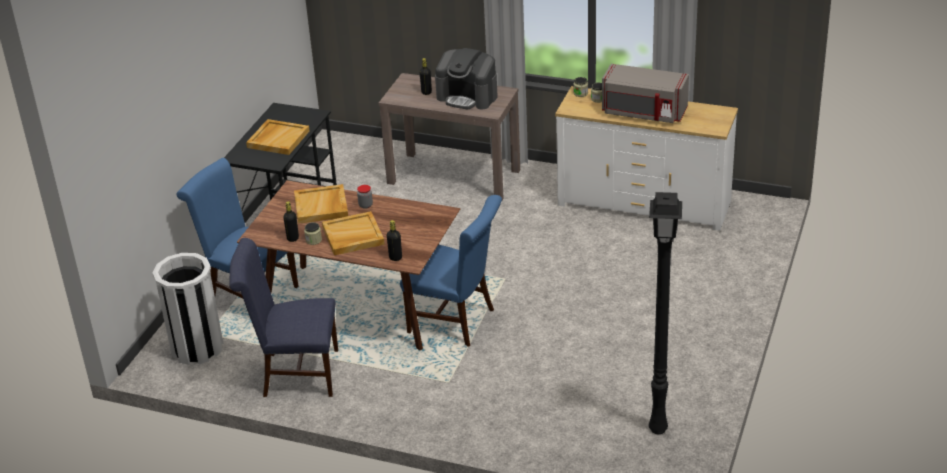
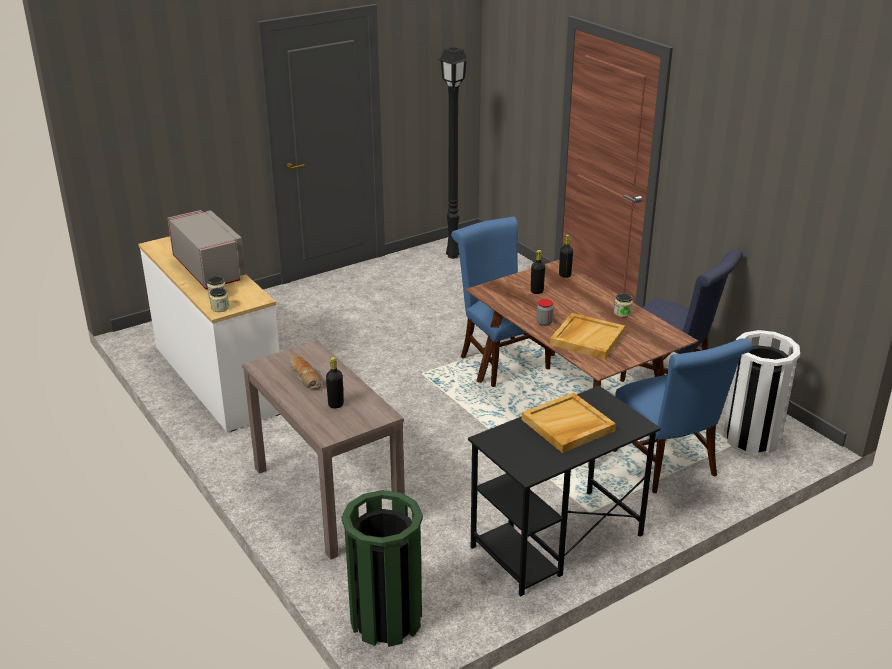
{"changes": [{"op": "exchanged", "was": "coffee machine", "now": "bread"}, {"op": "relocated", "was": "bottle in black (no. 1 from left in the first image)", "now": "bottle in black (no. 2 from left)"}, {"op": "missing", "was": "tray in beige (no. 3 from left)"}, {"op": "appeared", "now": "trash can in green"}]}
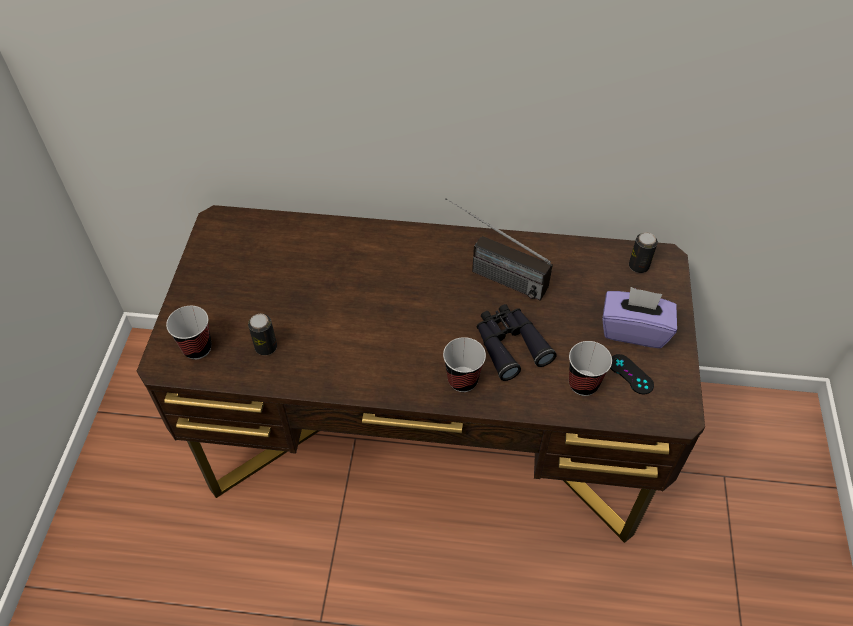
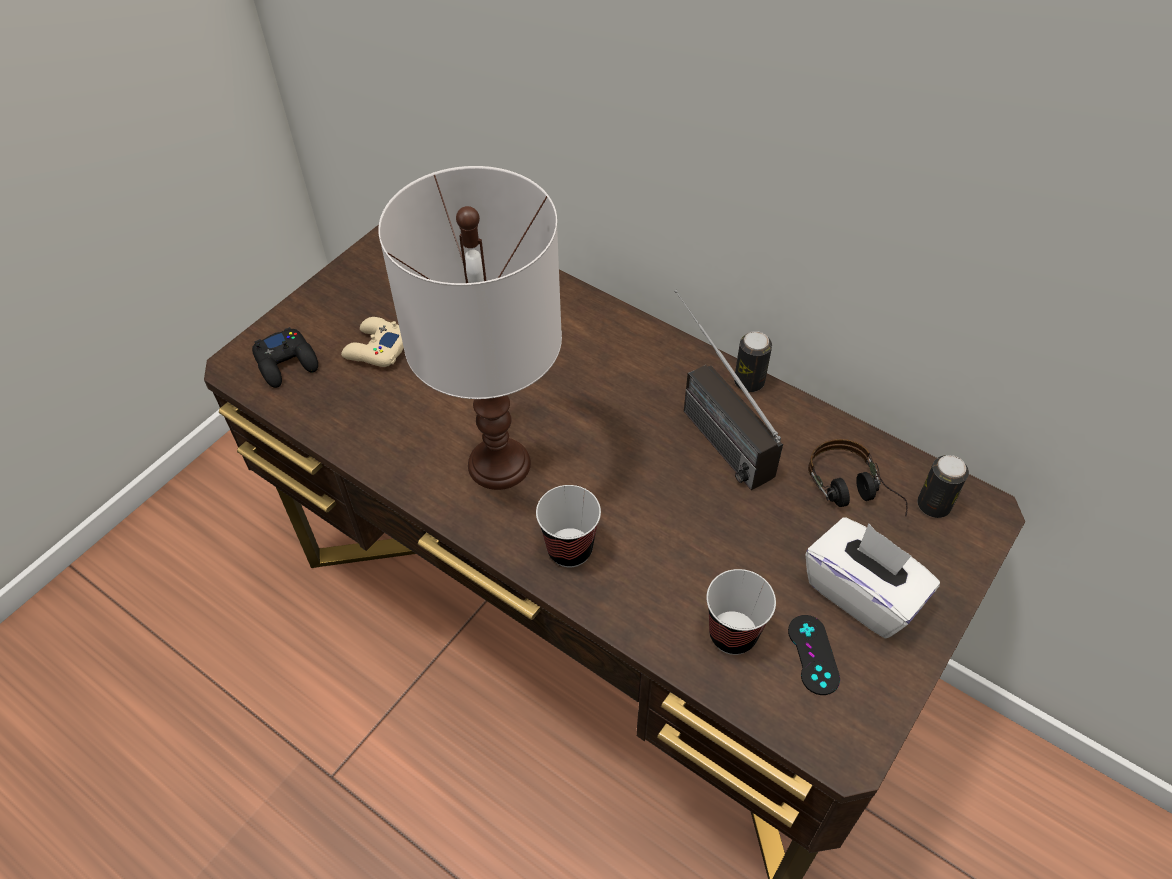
{"changes": [{"op": "colour", "was": "tissue box in purple", "now": "tissue box in white"}, {"op": "missing", "was": "binoculars in black"}, {"op": "exchanged", "was": "cup (no. 1 from left)", "now": "game controller in black (no. 1 from left)"}, {"op": "relocated", "was": "can (no. 1 from left)"}, {"op": "appeared", "now": "table lamp in white"}, {"op": "appeared", "now": "game controller in beige"}, {"op": "appeared", "now": "headphones"}]}
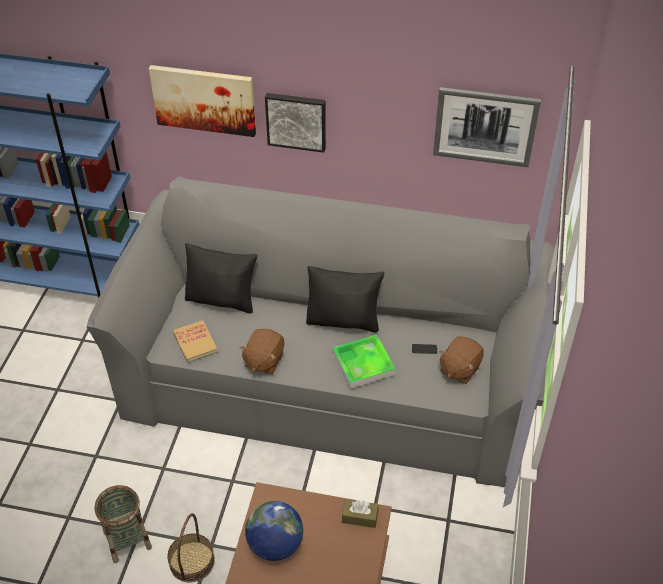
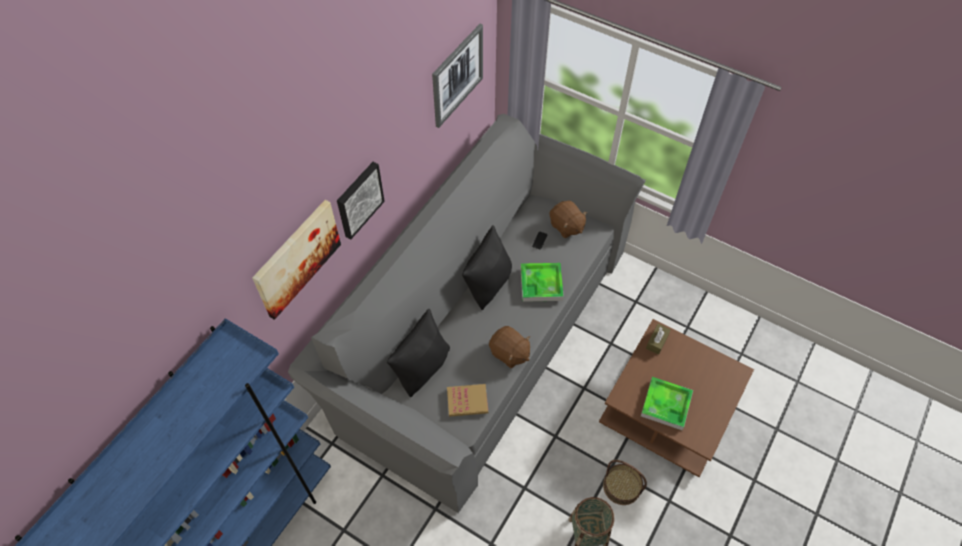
{"changes": [{"op": "exchanged", "was": "globe", "now": "tray (no. 2 from left)"}]}
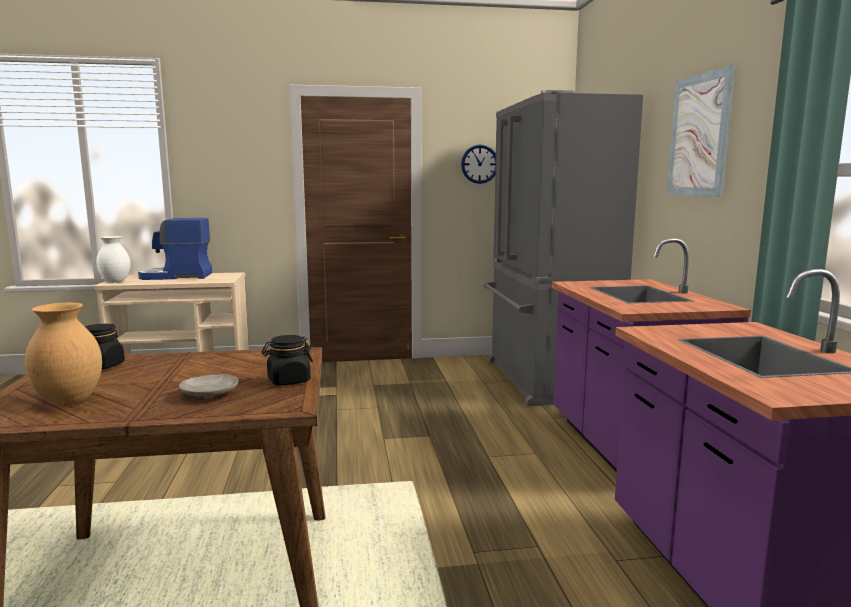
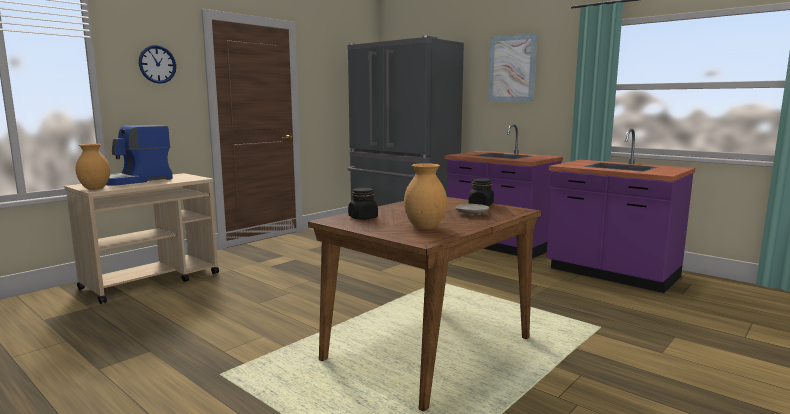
{"changes": [{"op": "relocated", "was": "wall clock"}, {"op": "colour", "was": "vase in white", "now": "vase in brown (no. 1 from left)"}]}
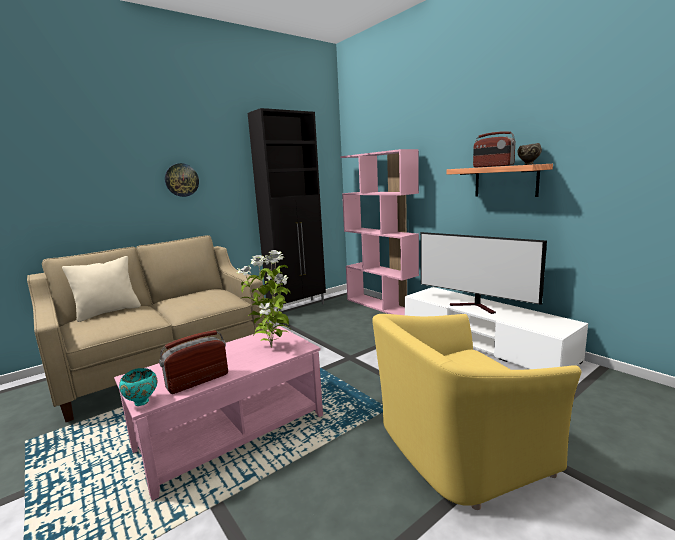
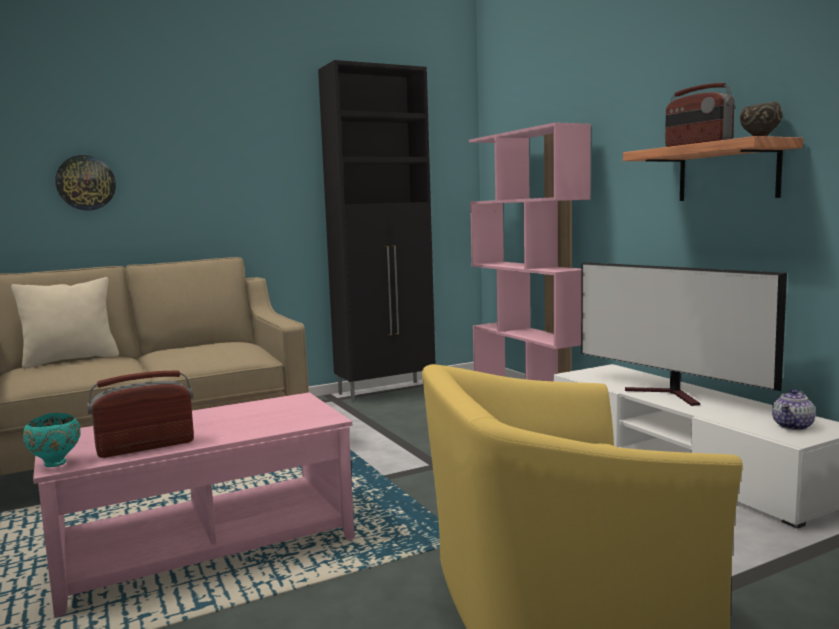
{"changes": [{"op": "relocated", "was": "wall clock"}, {"op": "missing", "was": "potted plant"}, {"op": "appeared", "now": "teapot"}]}
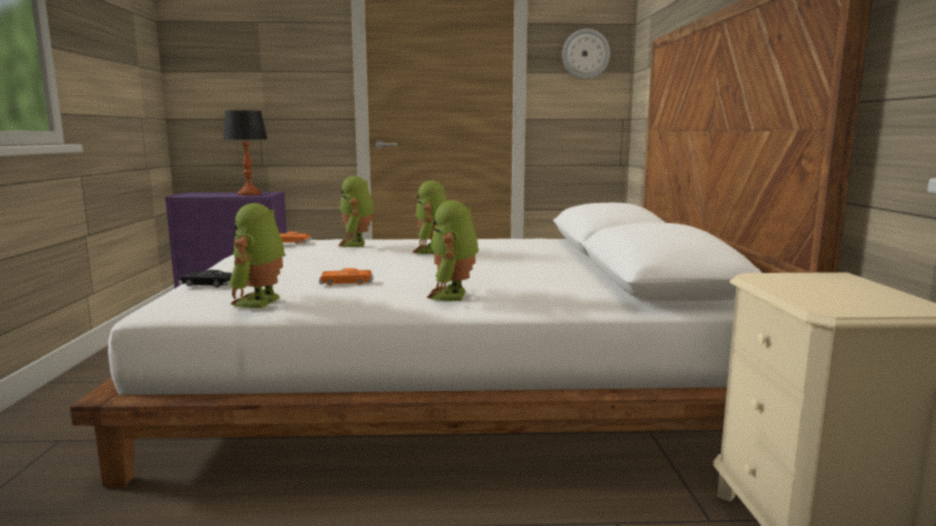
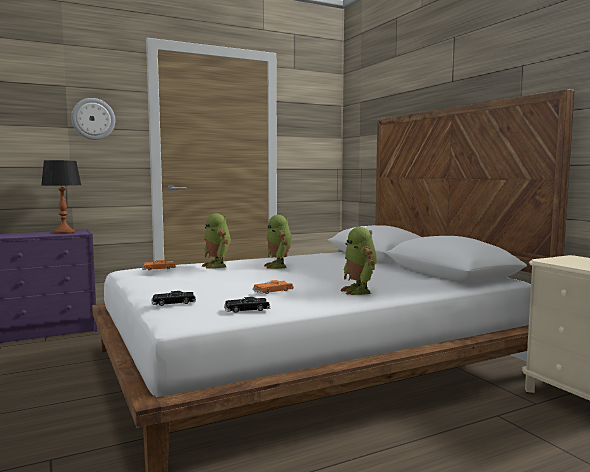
{"changes": [{"op": "relocated", "was": "wall clock"}, {"op": "exchanged", "was": "toy robot (no. 1 from left)", "now": "toy car in black (no. 2 from left)"}]}
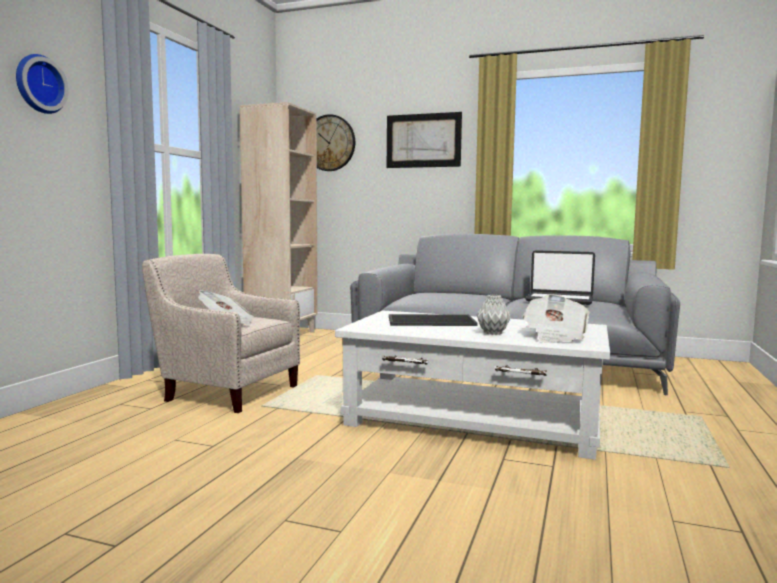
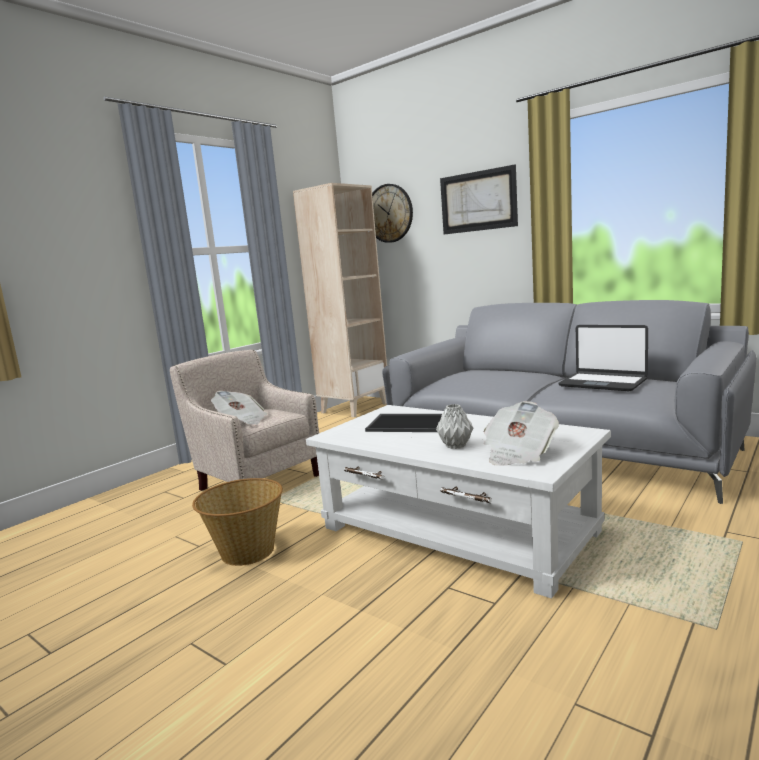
{"changes": [{"op": "missing", "was": "wall clock (no. 1 from left)"}, {"op": "appeared", "now": "basket"}]}
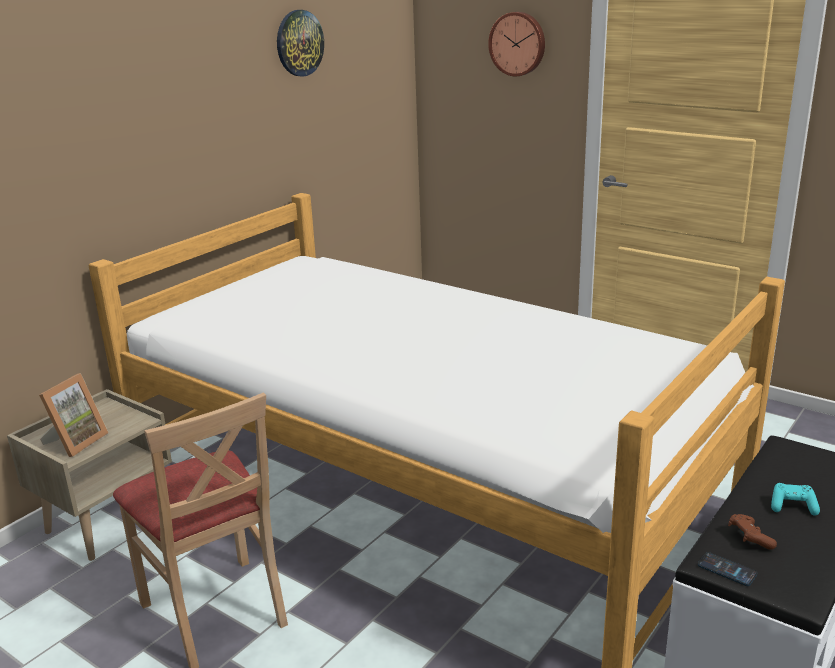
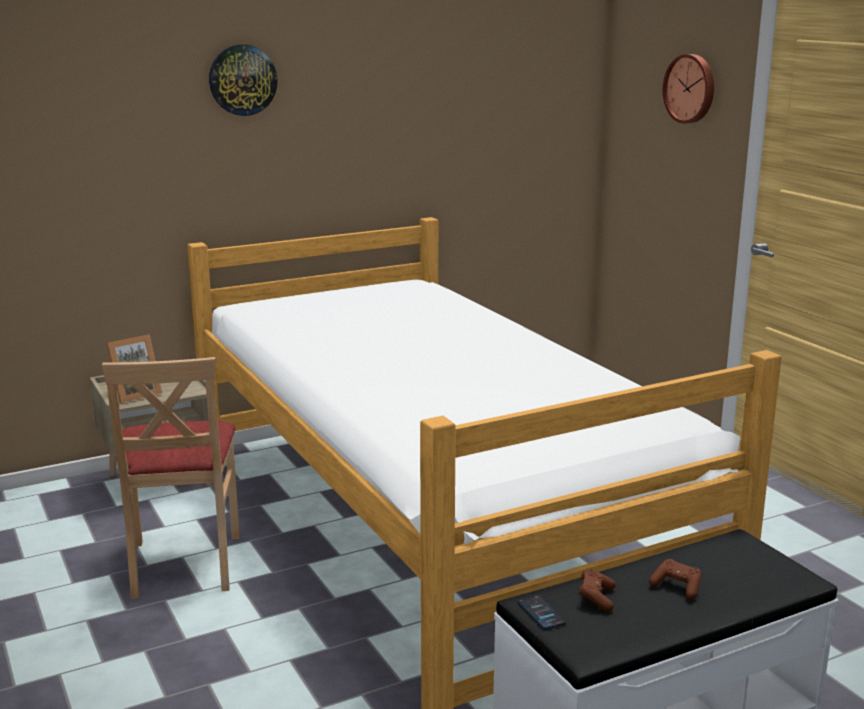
{"changes": [{"op": "relocated", "was": "wall clock (no. 1 from left)"}, {"op": "colour", "was": "game controller in turquoise", "now": "game controller in brown (no. 2 from left)"}]}
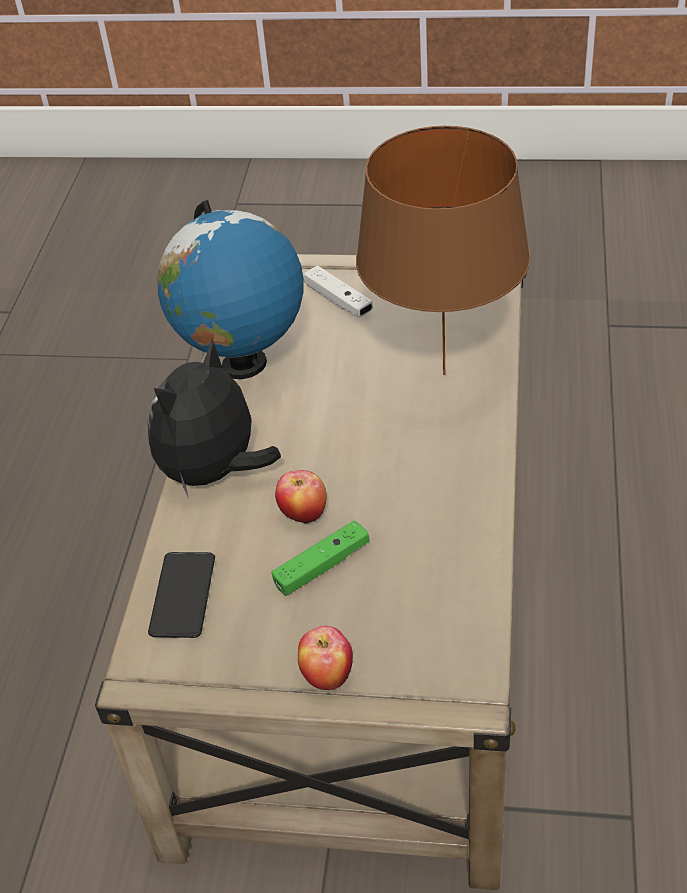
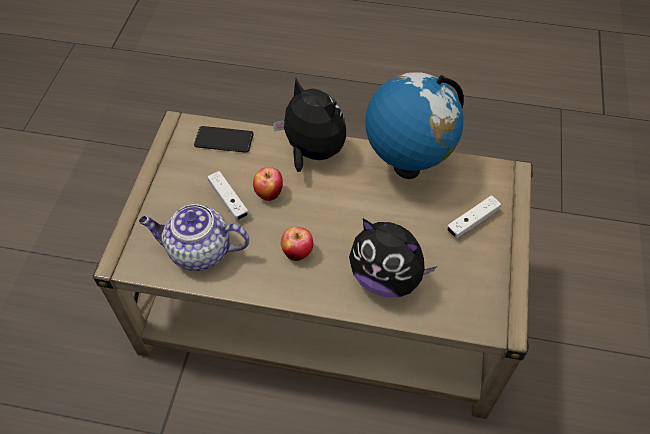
{"changes": [{"op": "exchanged", "was": "table lamp in brown", "now": "plush toy (no. 2 from left)"}, {"op": "colour", "was": "game controller in green", "now": "game controller in white (no. 1 from left)"}, {"op": "relocated", "was": "apple (no. 2 from left)"}, {"op": "appeared", "now": "teapot"}]}
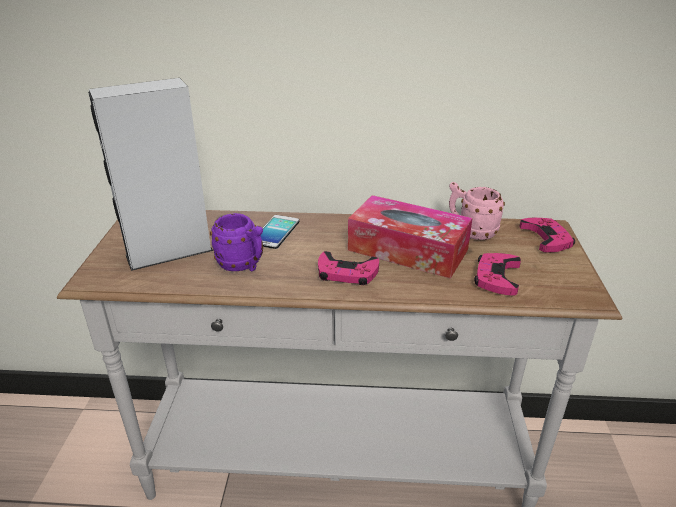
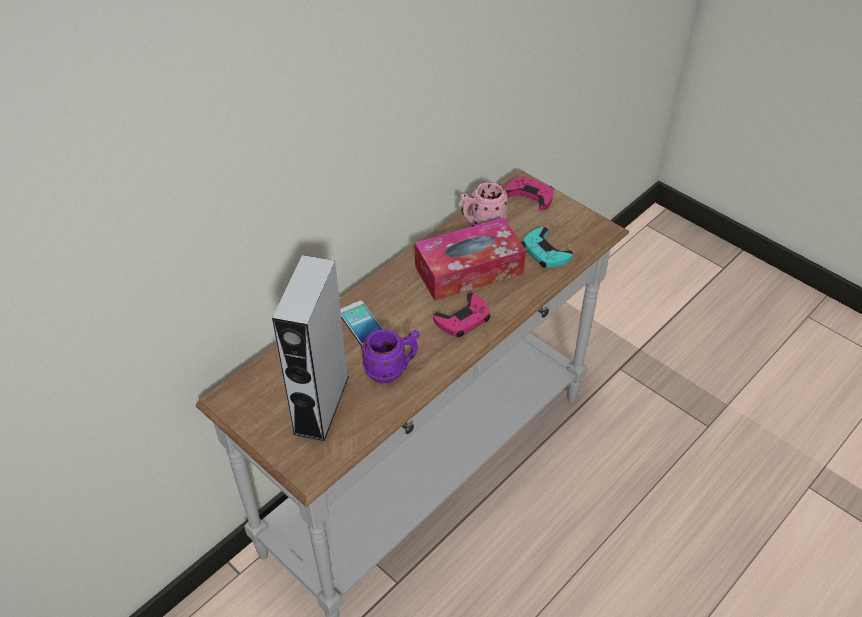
{"changes": [{"op": "colour", "was": "game controller in pink (no. 2 from left)", "now": "game controller in turquoise"}]}
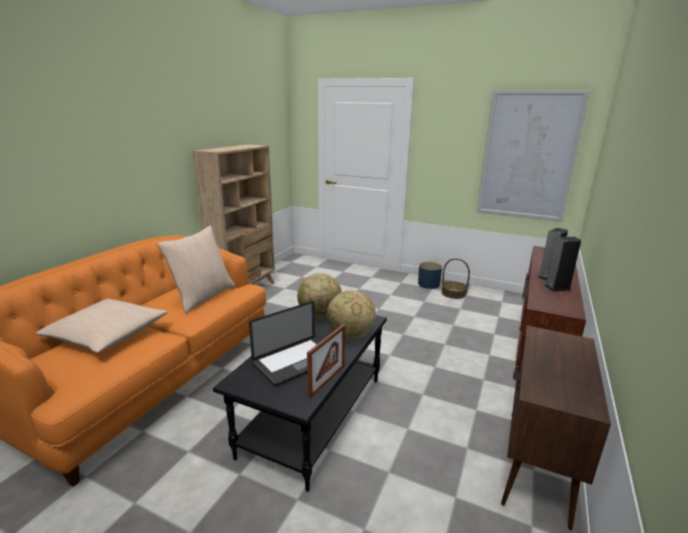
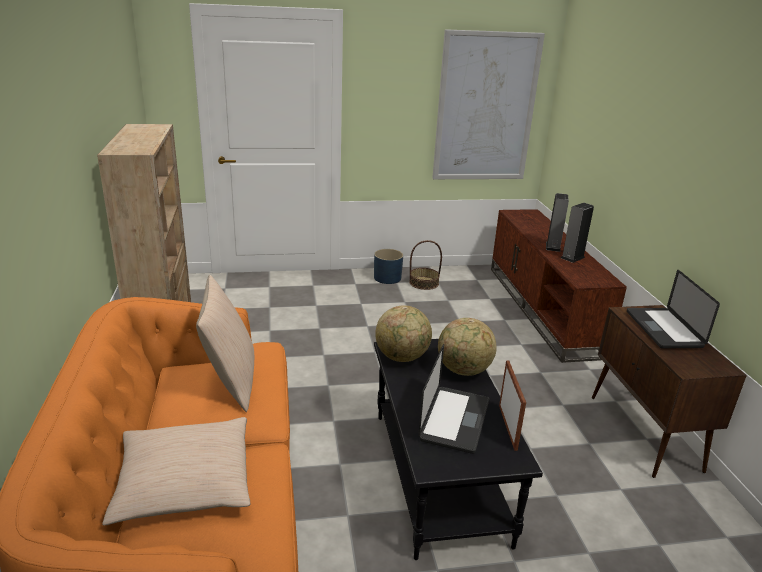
{"changes": [{"op": "appeared", "now": "laptop (no. 2 from left)"}]}
